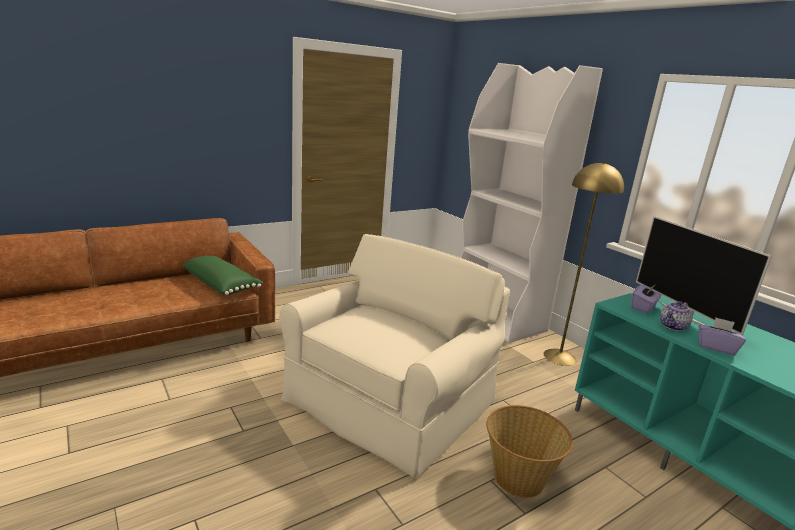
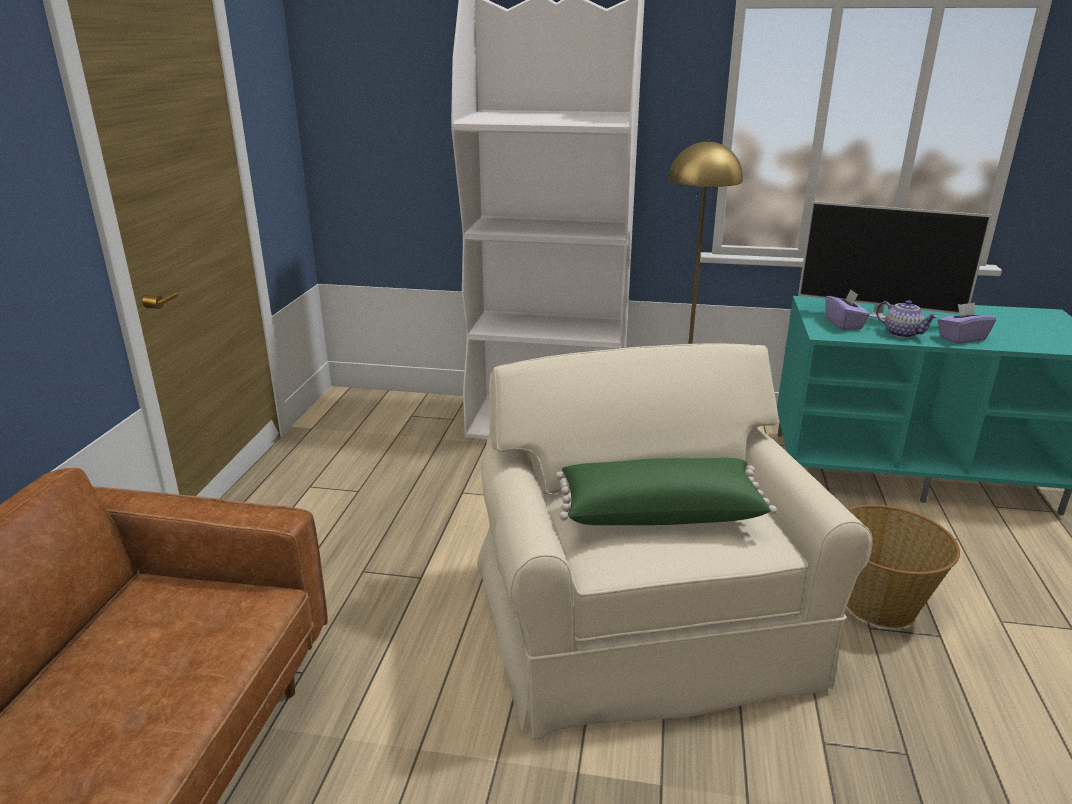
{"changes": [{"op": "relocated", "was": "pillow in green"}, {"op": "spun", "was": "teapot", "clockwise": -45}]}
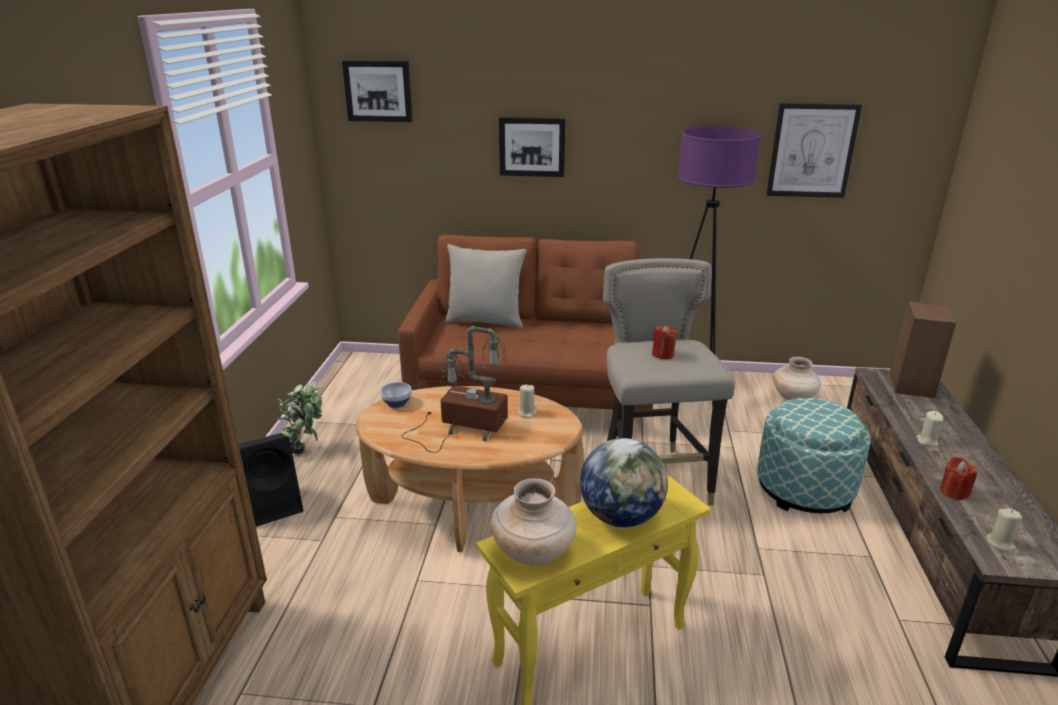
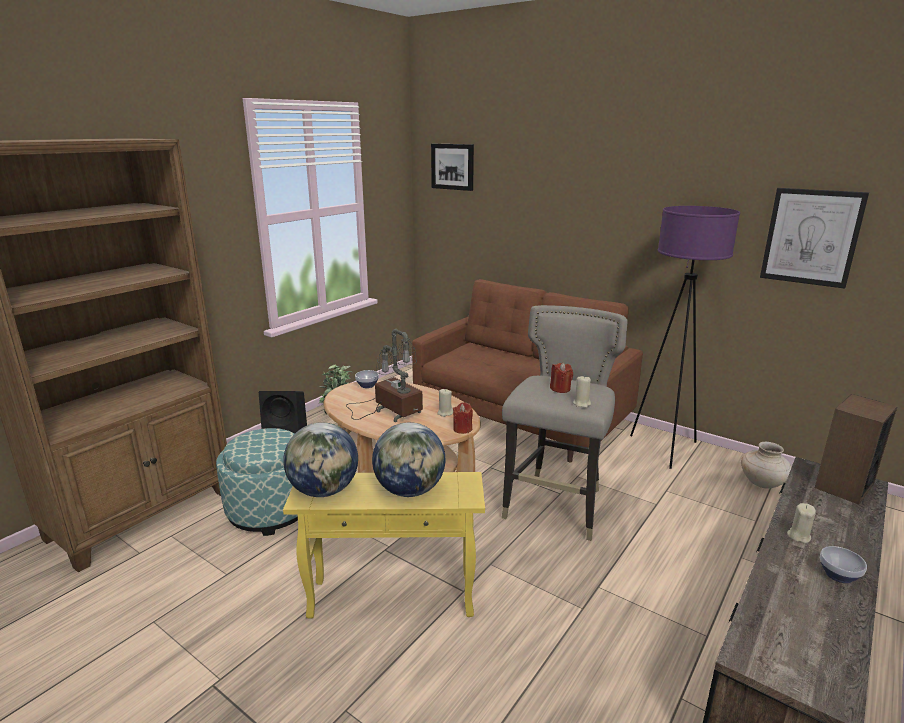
{"changes": [{"op": "missing", "was": "picture (no. 2 from left)"}, {"op": "missing", "was": "pillow in grey"}, {"op": "relocated", "was": "ottoman"}, {"op": "relocated", "was": "candle in red (no. 2 from left in the first image)", "now": "candle in red (no. 1 from left)"}, {"op": "exchanged", "was": "vase in beige (no. 1 from left)", "now": "globe (no. 1 from left)"}, {"op": "relocated", "was": "candle in beige (no. 3 from left in the first image)", "now": "candle in beige (no. 2 from left)"}, {"op": "appeared", "now": "bowl (no. 2 from left)"}]}
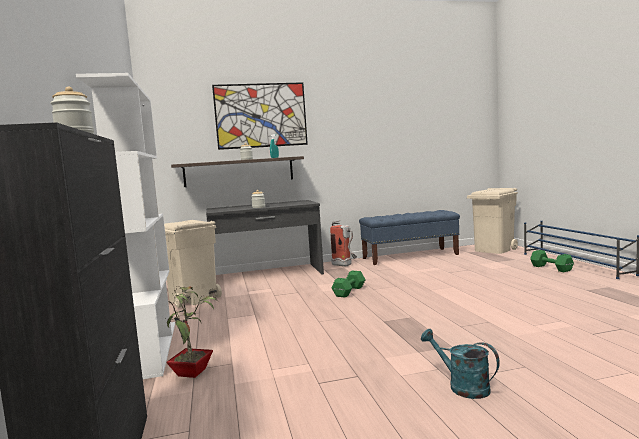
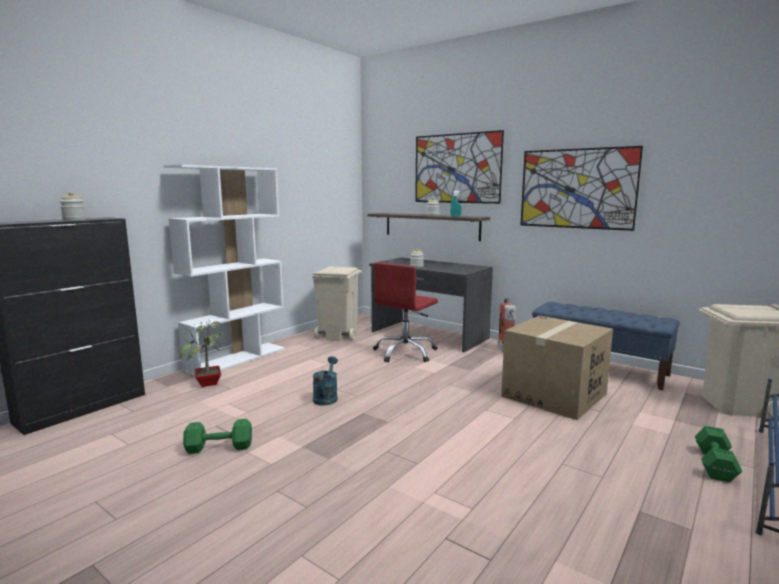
{"changes": [{"op": "relocated", "was": "dumbbell in green (no. 1 from left)"}, {"op": "relocated", "was": "watering can in turquoise"}, {"op": "appeared", "now": "picture (no. 2 from left)"}, {"op": "appeared", "now": "office chair in red"}, {"op": "appeared", "now": "cardboard box"}]}
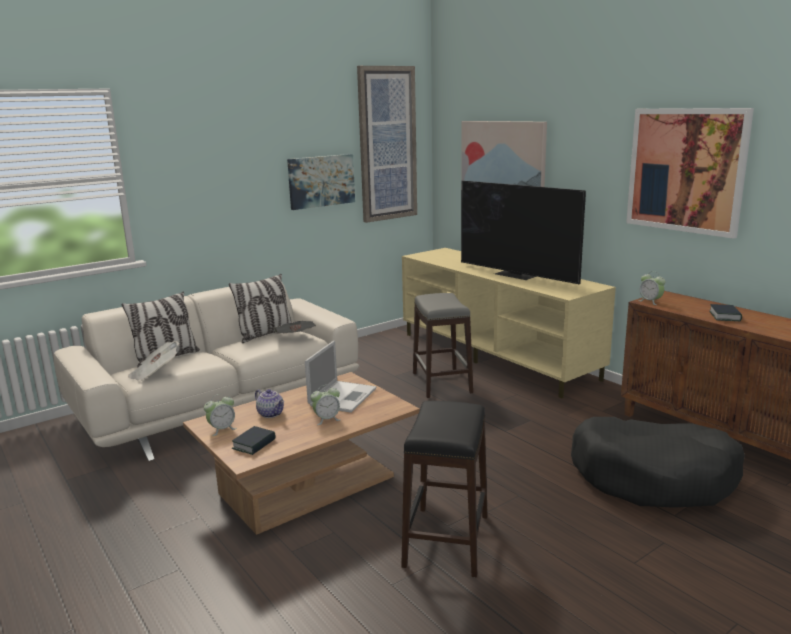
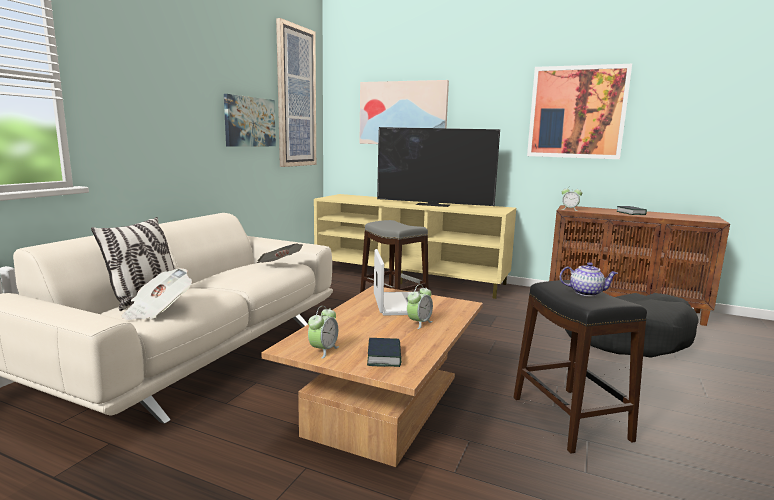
{"changes": [{"op": "missing", "was": "pillow (no. 2 from left)"}, {"op": "relocated", "was": "teapot"}]}
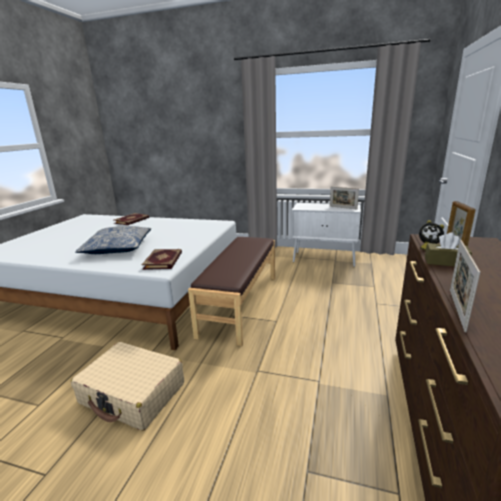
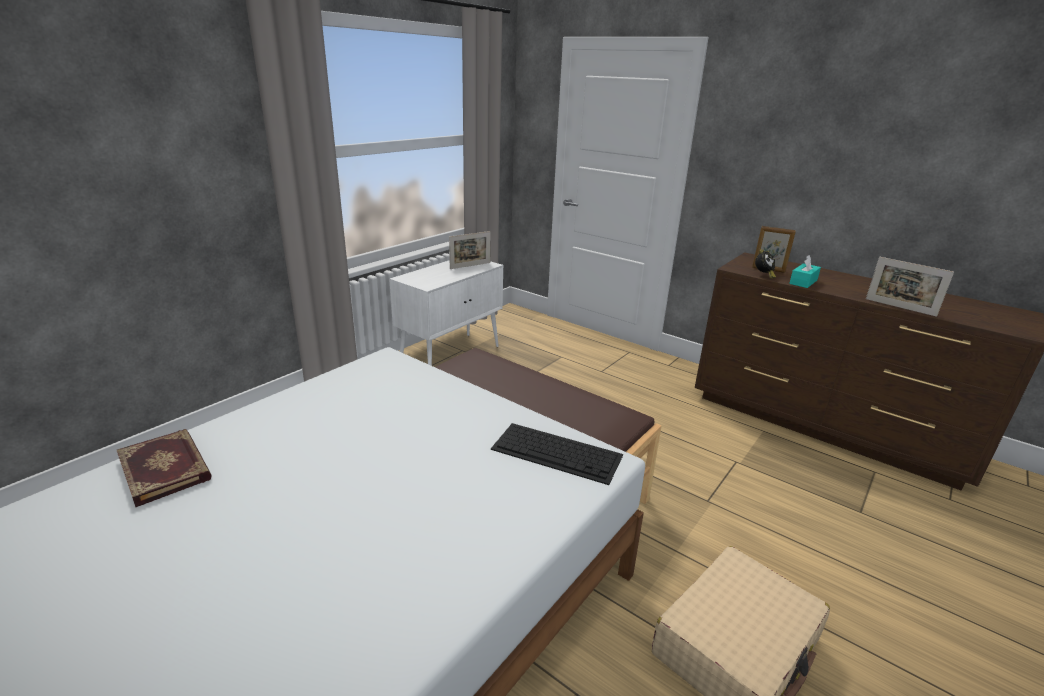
{"changes": [{"op": "missing", "was": "pillow"}, {"op": "colour", "was": "tissue box in brown", "now": "tissue box in turquoise"}, {"op": "exchanged", "was": "book (no. 2 from left)", "now": "keyboard"}]}
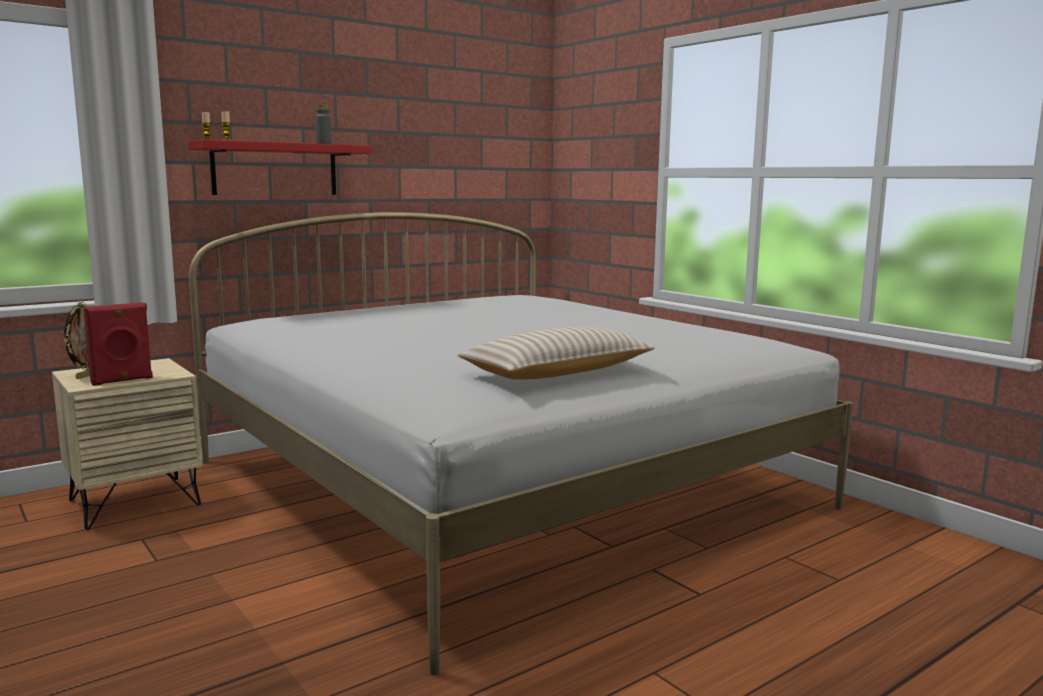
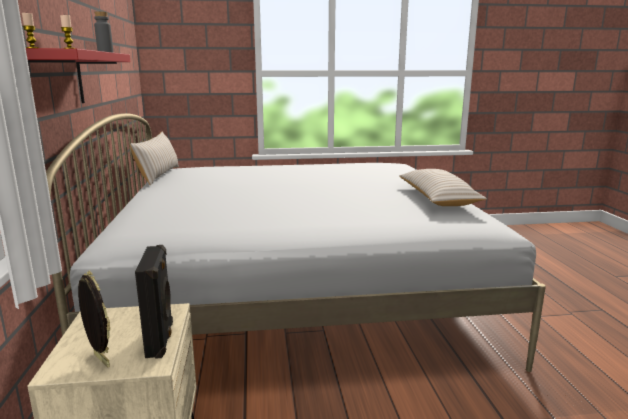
{"changes": [{"op": "colour", "was": "speaker in red", "now": "speaker in black"}, {"op": "appeared", "now": "pillow in beige (no. 1 from left)"}]}
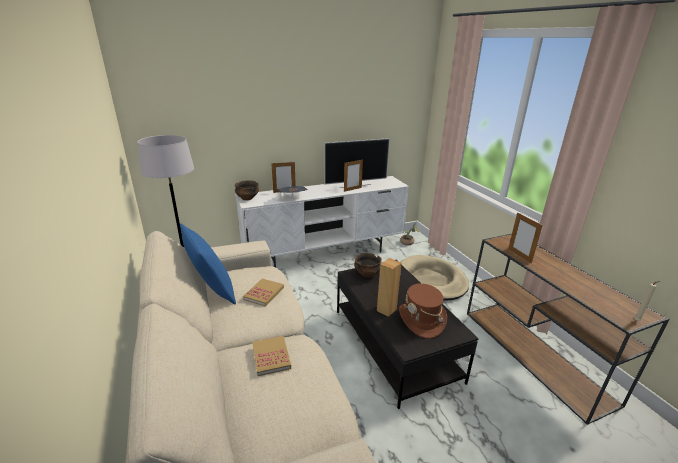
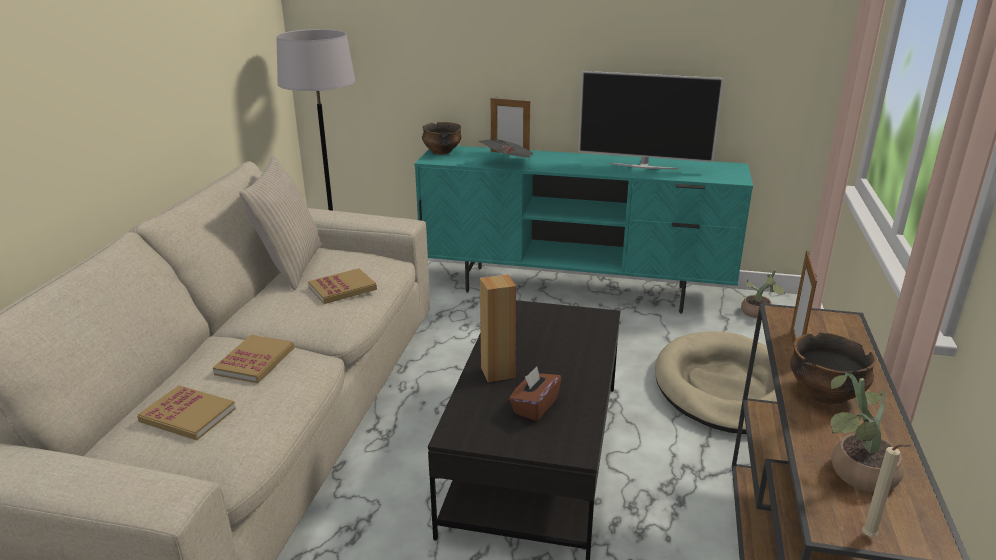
{"changes": [{"op": "missing", "was": "picture frame (no. 2 from left)"}, {"op": "colour", "was": "tv stand in white", "now": "tv stand in turquoise"}, {"op": "colour", "was": "pillow in blue", "now": "pillow in beige"}, {"op": "relocated", "was": "bowl (no. 2 from left)"}, {"op": "exchanged", "was": "hat in brown", "now": "tissue box in brown"}, {"op": "appeared", "now": "potted plant (no. 2 from left)"}, {"op": "appeared", "now": "book (no. 1 from left)"}]}
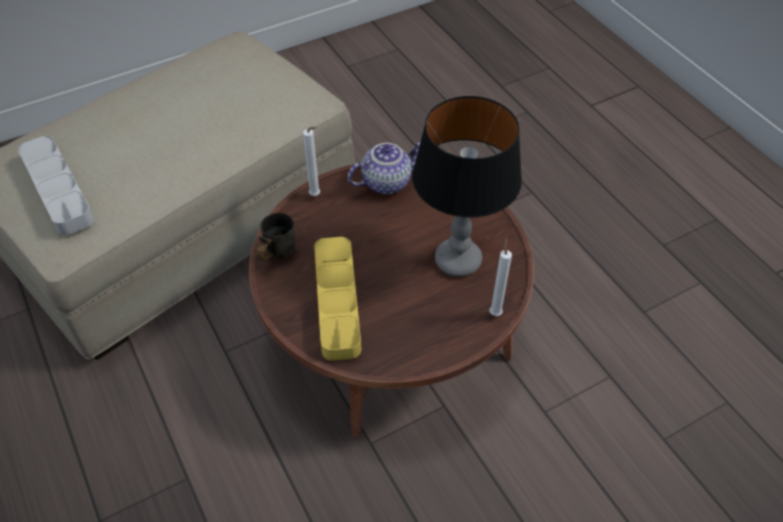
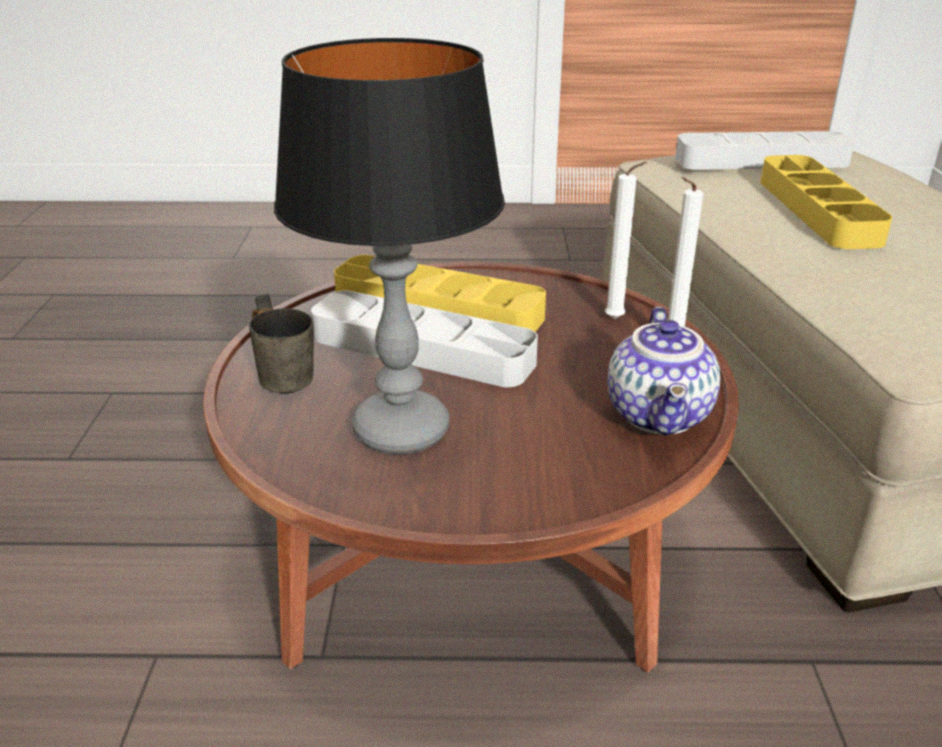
{"changes": [{"op": "relocated", "was": "mug in grey"}, {"op": "relocated", "was": "candle in white (no. 2 from left in the first image)", "now": "candle in white (no. 1 from left)"}, {"op": "appeared", "now": "tray in yellow (no. 2 from left)"}, {"op": "appeared", "now": "tray in grey (no. 1 from left)"}]}
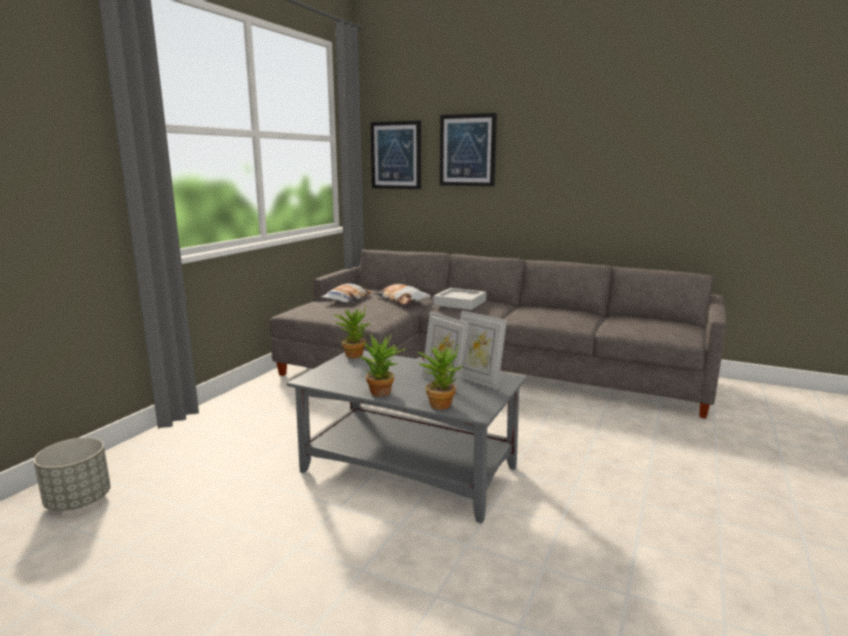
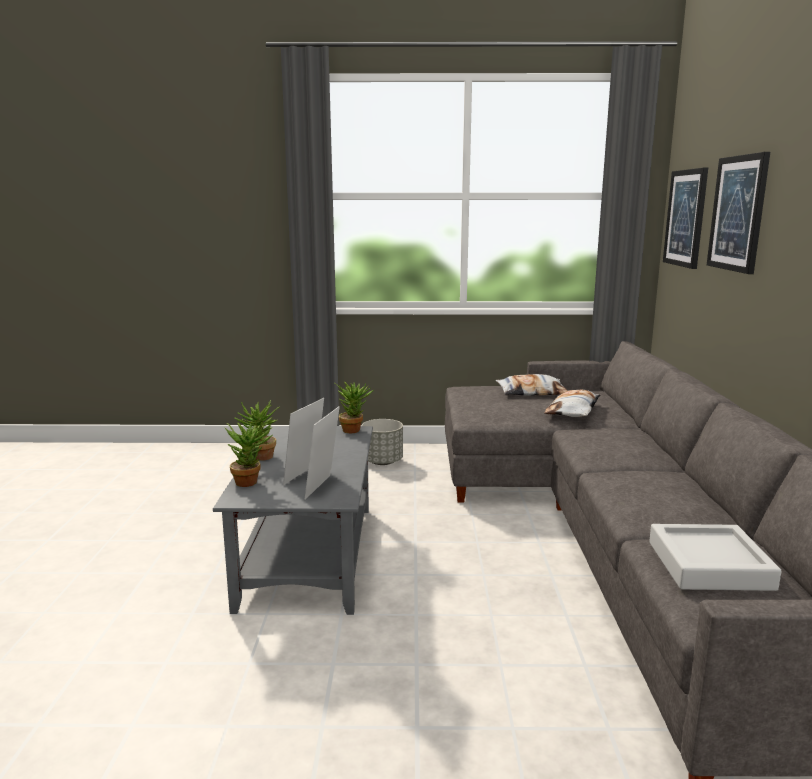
{"changes": [{"op": "relocated", "was": "tray in grey"}, {"op": "relocated", "was": "planter in grey"}]}
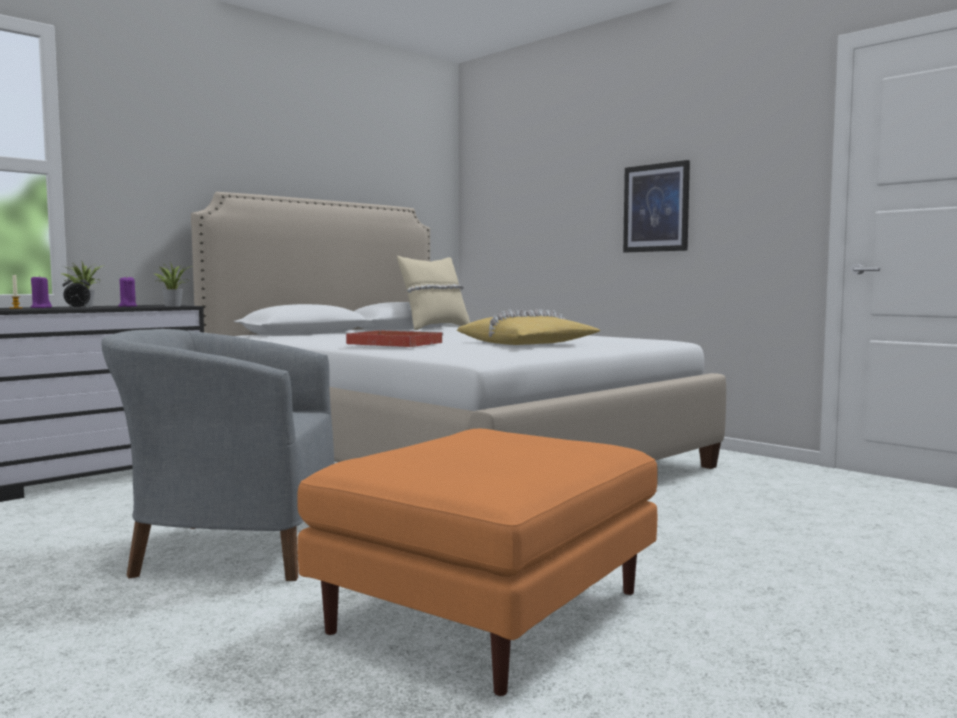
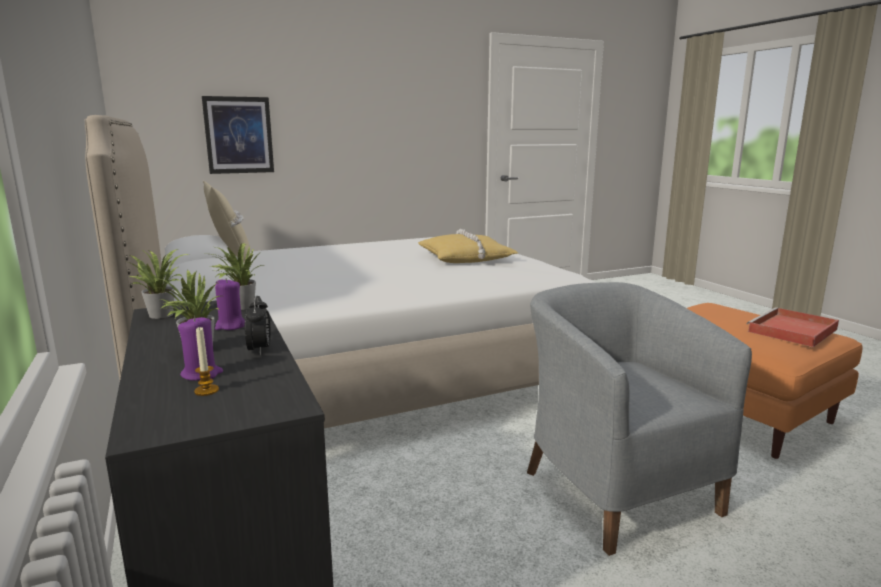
{"changes": [{"op": "relocated", "was": "picture"}, {"op": "spun", "was": "armchair in grey", "clockwise": 135}, {"op": "relocated", "was": "tray in red"}, {"op": "appeared", "now": "potted plant (no. 1 from left)"}]}
